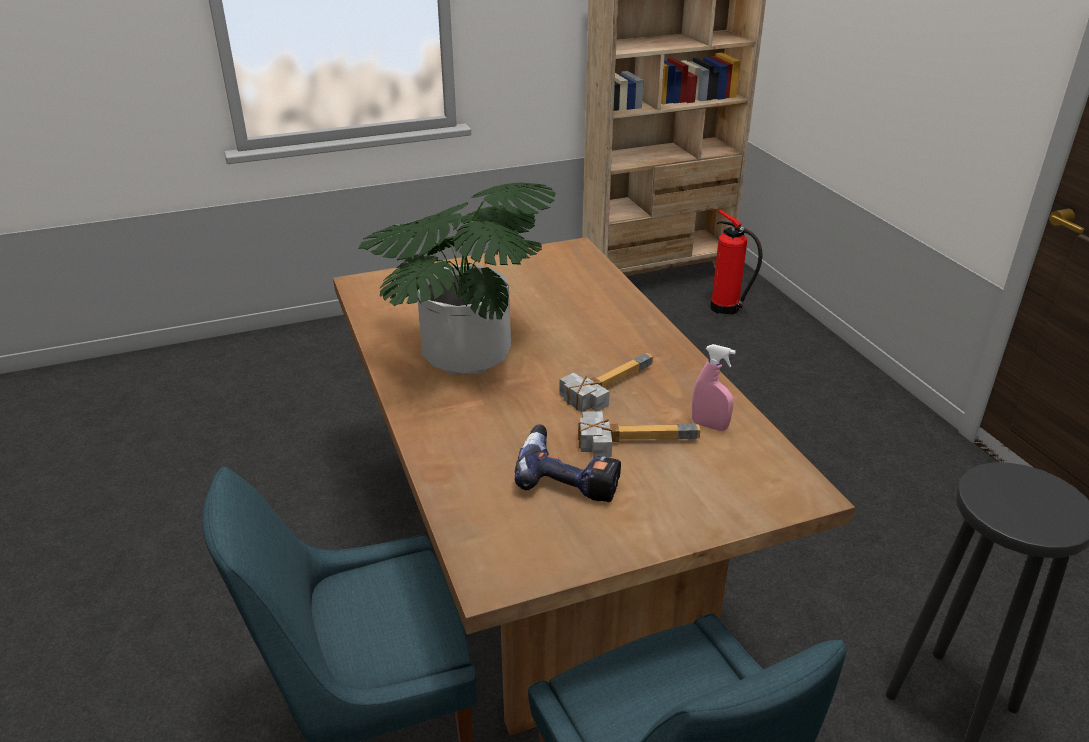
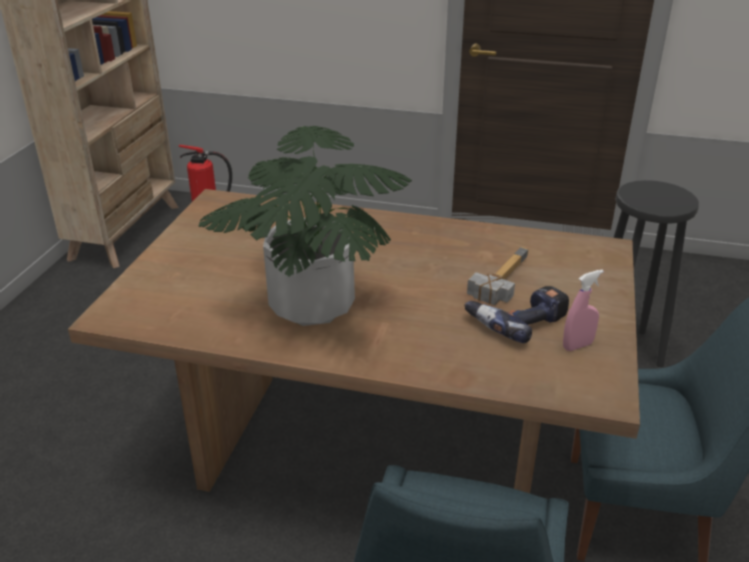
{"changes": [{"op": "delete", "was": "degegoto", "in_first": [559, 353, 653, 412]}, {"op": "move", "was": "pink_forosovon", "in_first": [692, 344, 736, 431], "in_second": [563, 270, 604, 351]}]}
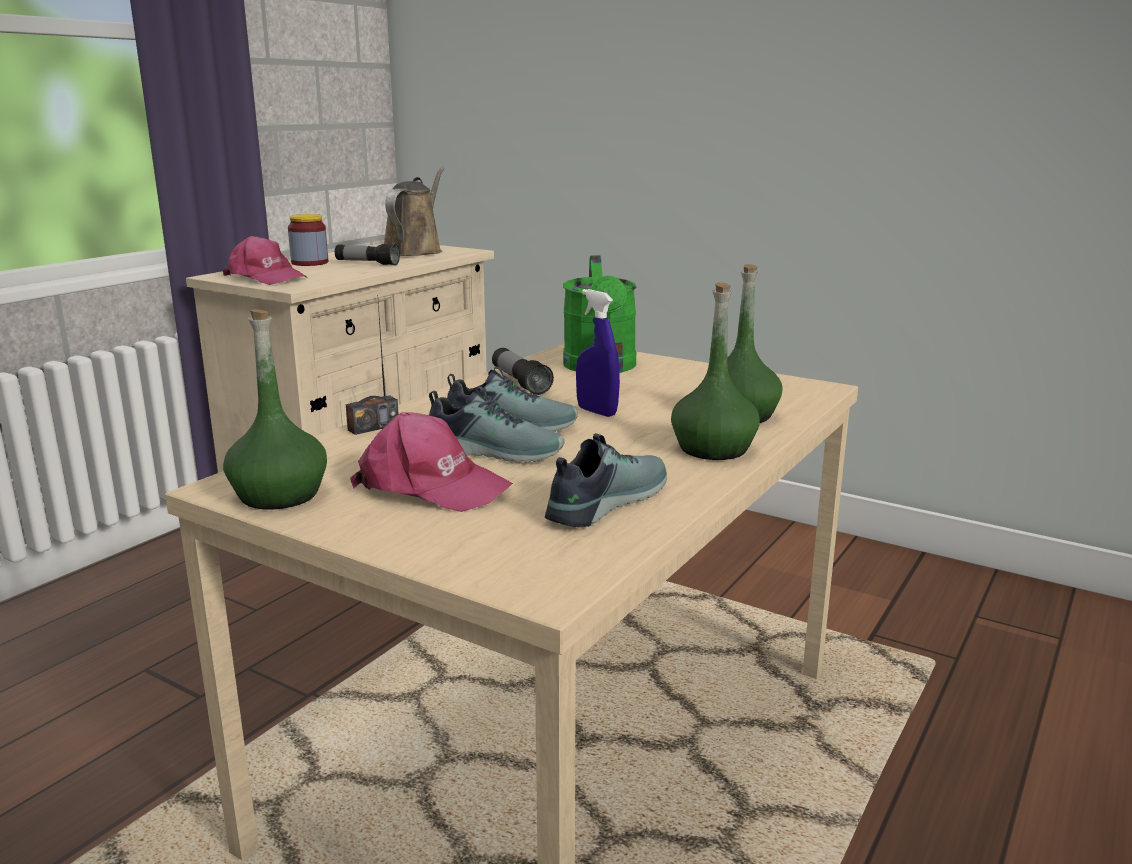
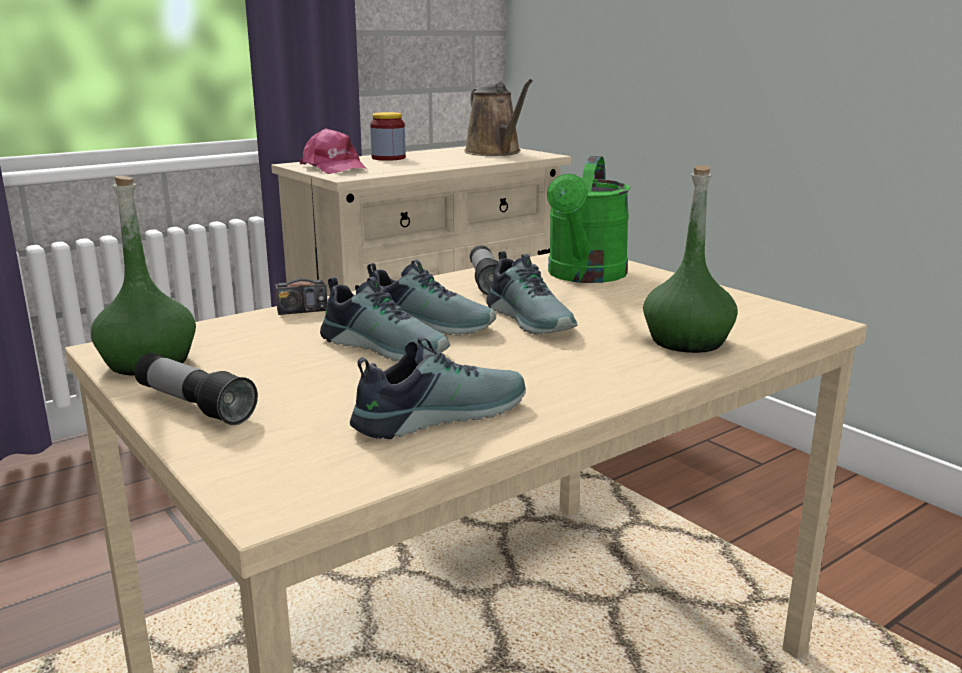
{"changes": [{"op": "move", "was": "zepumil", "in_first": [335, 244, 400, 265], "in_second": [134, 353, 258, 425]}, {"op": "delete", "was": "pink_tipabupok", "in_first": [350, 412, 513, 512]}, {"op": "rotate", "was": "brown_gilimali", "in_first": [384, 167, 444, 256], "in_second": [464, 79, 533, 156], "clockwise": 120}, {"op": "replace", "was": "blue_forosovon", "now": "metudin", "in_first": [576, 289, 620, 417], "in_second": [486, 251, 577, 334]}, {"op": "delete", "was": "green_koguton", "in_first": [671, 282, 760, 460]}]}
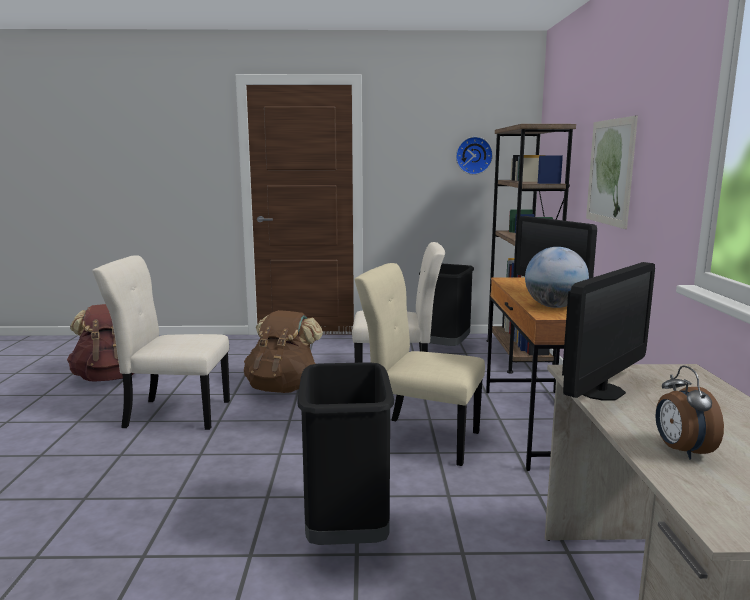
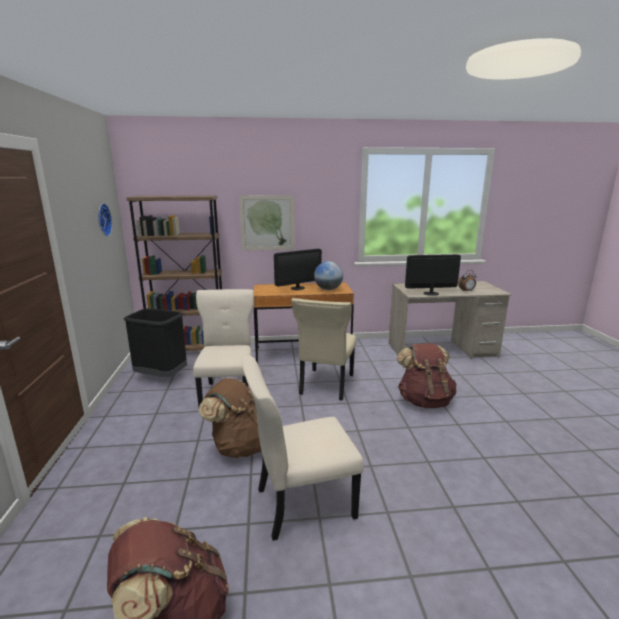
{"changes": [{"op": "rotate", "was": "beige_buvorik", "in_first": [92, 255, 230, 430], "in_second": [242, 355, 364, 541], "clockwise": 75}, {"op": "replace", "was": "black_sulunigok", "now": "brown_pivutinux", "in_first": [297, 362, 394, 545], "in_second": [397, 343, 457, 408]}, {"op": "rotate", "was": "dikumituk", "in_first": [562, 262, 655, 401], "in_second": [405, 254, 461, 296], "clockwise": -45}]}
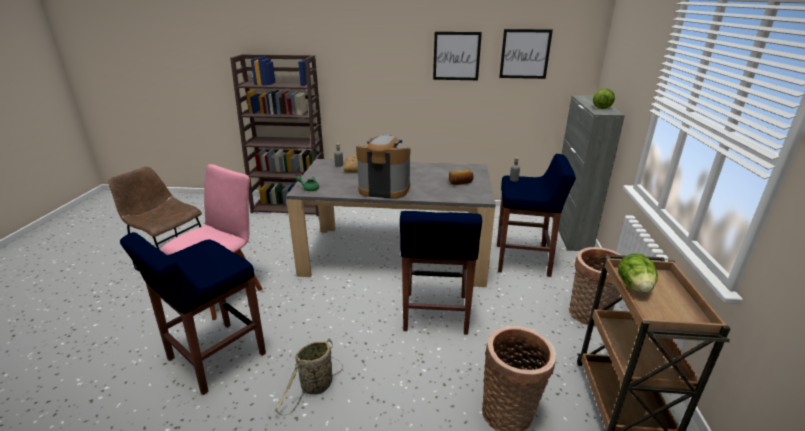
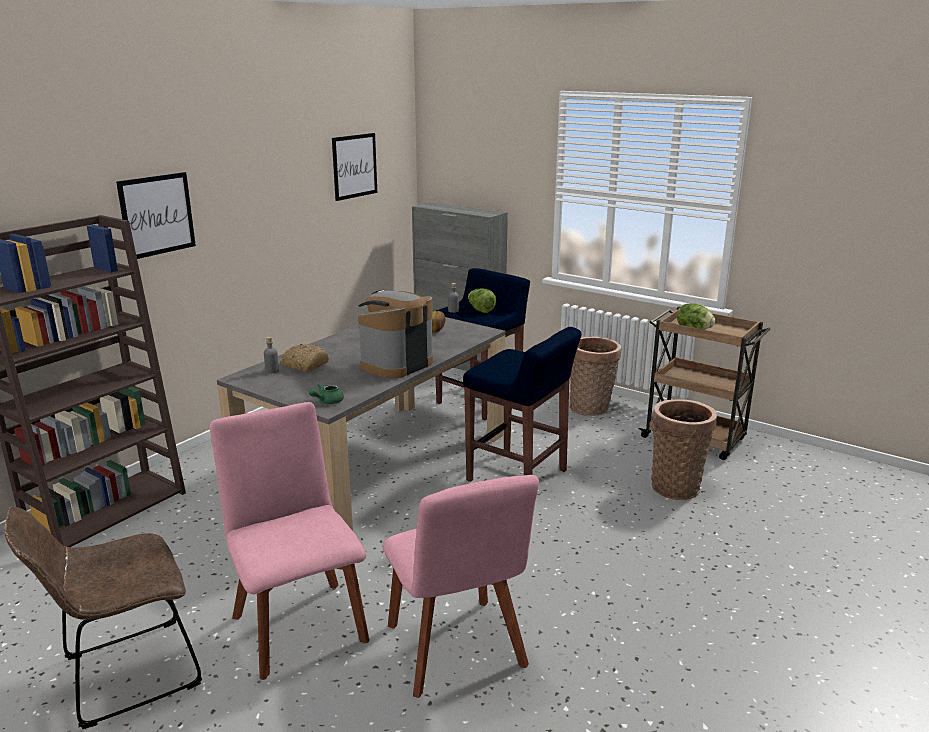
{"changes": [{"op": "replace", "was": "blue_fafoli", "now": "pink_buvorik", "in_first": [120, 232, 266, 395], "in_second": [382, 475, 539, 698]}, {"op": "delete", "was": "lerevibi", "in_first": [275, 338, 343, 416]}, {"op": "move", "was": "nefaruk", "in_first": [433, 32, 482, 80], "in_second": [116, 172, 196, 259]}, {"op": "move", "was": "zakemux", "in_first": [593, 88, 615, 109], "in_second": [468, 289, 496, 313]}]}
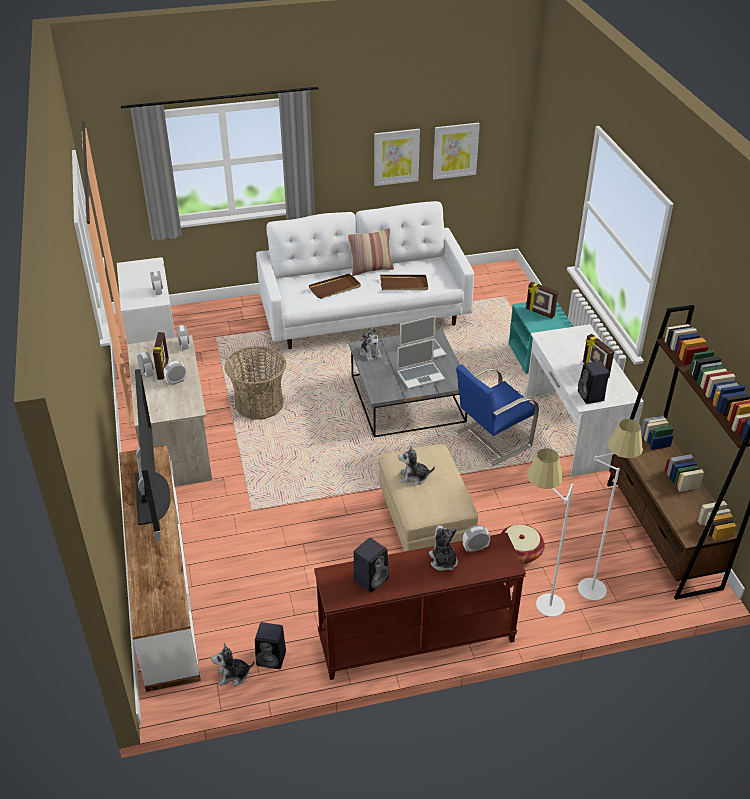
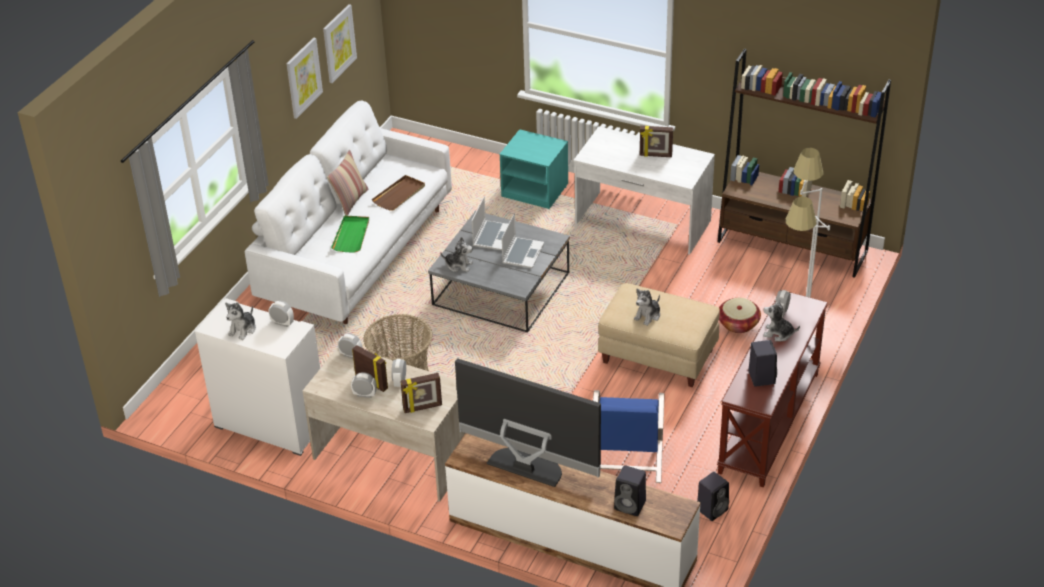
{"changes": [{"op": "move", "was": "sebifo", "in_first": [211, 643, 255, 686], "in_second": [225, 302, 256, 340]}, {"op": "recolor", "was": "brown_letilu", "now": "green_letilu", "in_first": [309, 273, 361, 299], "in_second": [331, 216, 369, 252]}, {"op": "move", "was": "blue_buvorik", "in_first": [455, 364, 539, 466], "in_second": [593, 390, 665, 483]}, {"op": "move", "was": "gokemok", "in_first": [526, 282, 558, 318], "in_second": [400, 373, 442, 413]}, {"op": "move", "was": "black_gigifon", "in_first": [578, 361, 609, 404], "in_second": [614, 465, 646, 516]}]}
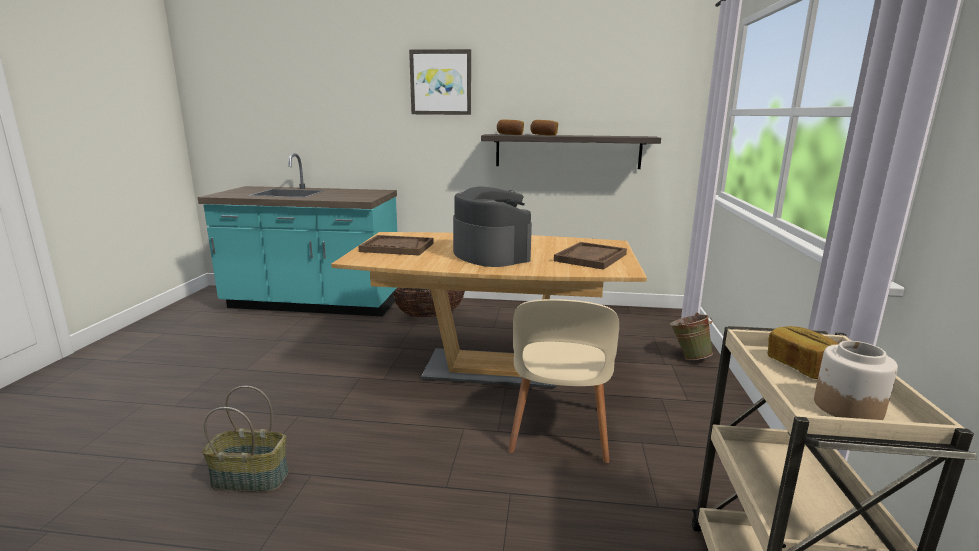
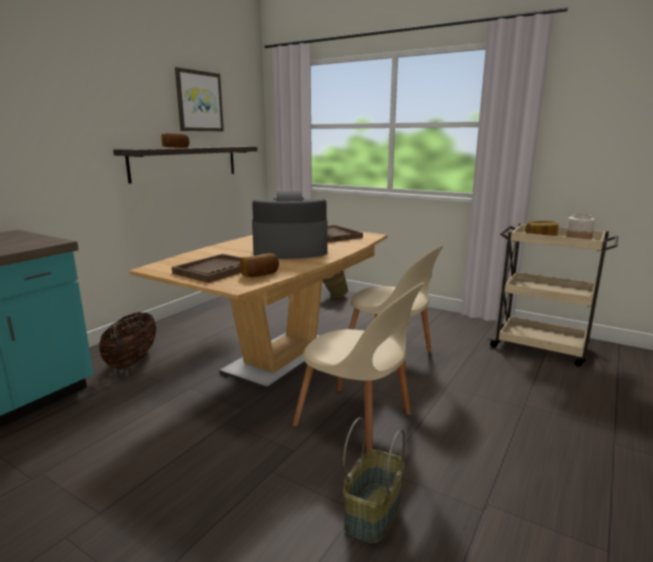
{"changes": [{"op": "move", "was": "nefaruk", "in_first": [409, 49, 471, 115], "in_second": [175, 67, 224, 131]}, {"op": "move", "was": "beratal", "in_first": [497, 119, 524, 135], "in_second": [240, 253, 279, 277]}, {"op": "insert", "now": "beige_buvorik", "in_second": [292, 283, 424, 453]}]}
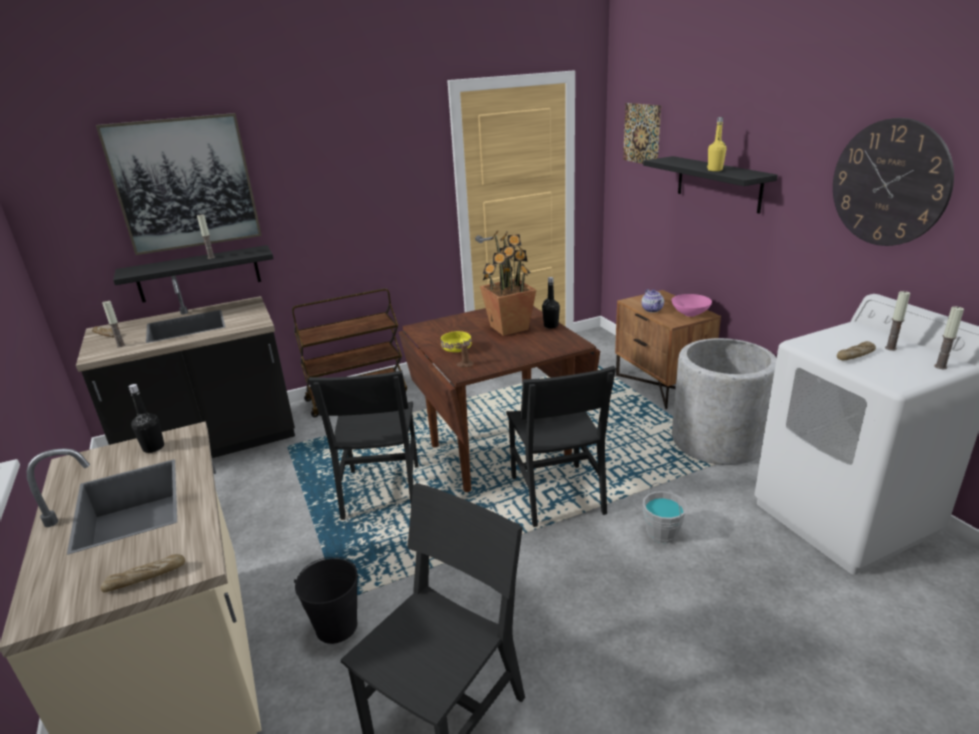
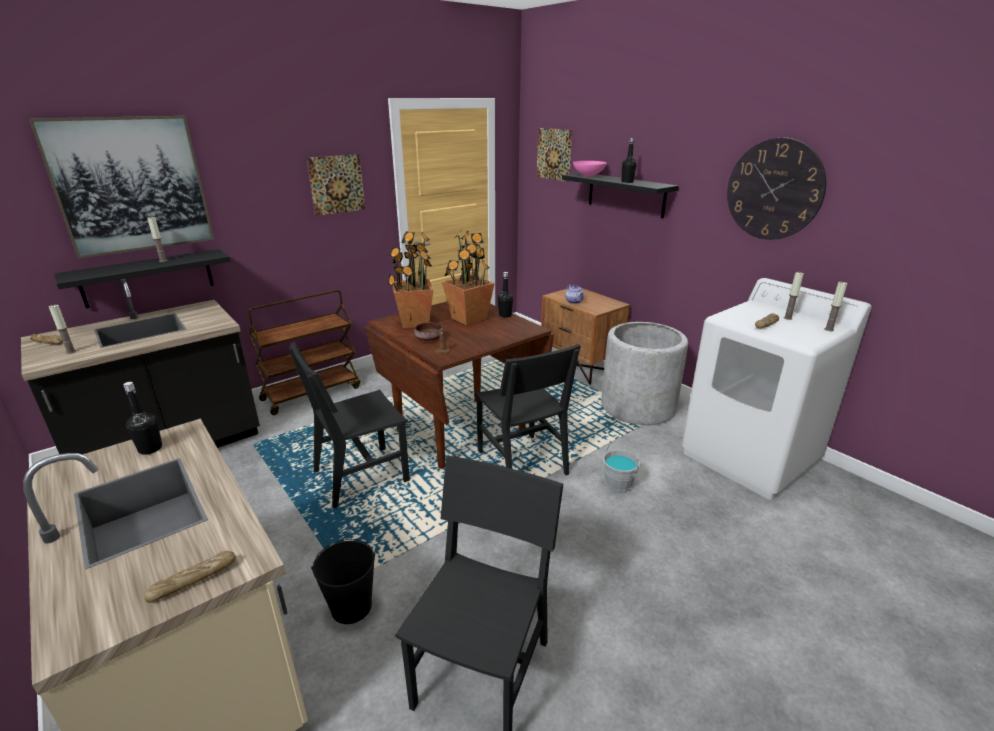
{"changes": [{"op": "rotate", "was": "black_buvorik", "in_first": [309, 370, 418, 520], "in_second": [288, 342, 410, 509], "clockwise": 75}, {"op": "recolor", "was": "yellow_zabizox", "now": "brown_zabizox", "in_first": [441, 331, 472, 352], "in_second": [414, 322, 443, 341]}, {"op": "move", "was": "pink_zabizox", "in_first": [671, 294, 712, 317], "in_second": [573, 161, 607, 177]}, {"op": "recolor", "was": "yellow_koguton", "now": "black_koguton", "in_first": [707, 117, 727, 171], "in_second": [621, 138, 637, 183]}, {"op": "insert", "now": "nefaruk", "in_second": [307, 154, 365, 216]}, {"op": "insert", "now": "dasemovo", "in_second": [388, 231, 434, 328]}]}
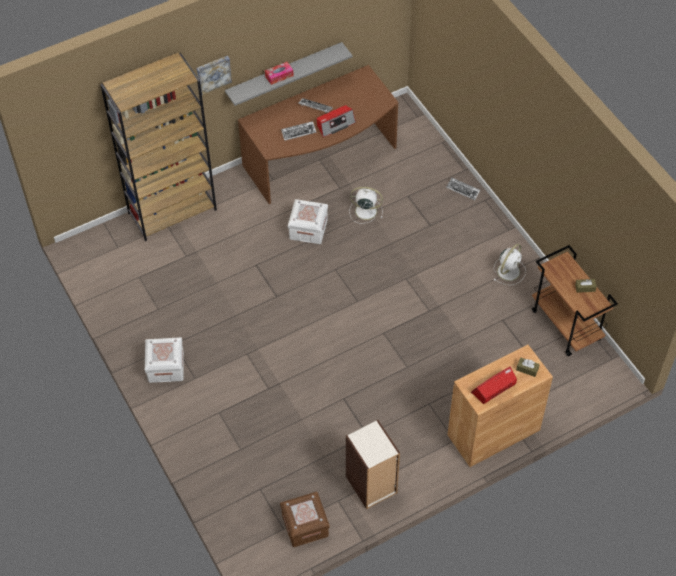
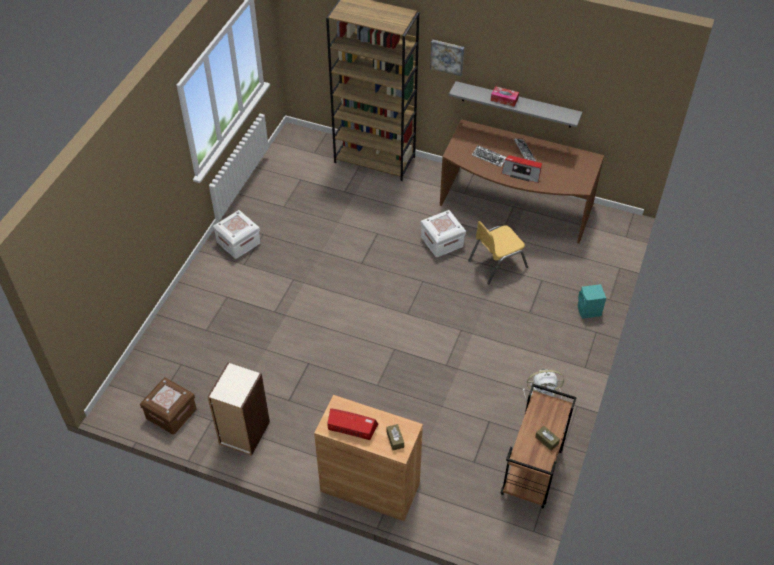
{"changes": [{"op": "replace", "was": "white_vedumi", "now": "yellow_buvorik", "in_first": [349, 187, 383, 224], "in_second": [468, 221, 528, 284]}, {"op": "replace", "was": "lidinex", "now": "turquoise_gigifon", "in_first": [446, 177, 480, 200], "in_second": [578, 284, 606, 319]}]}
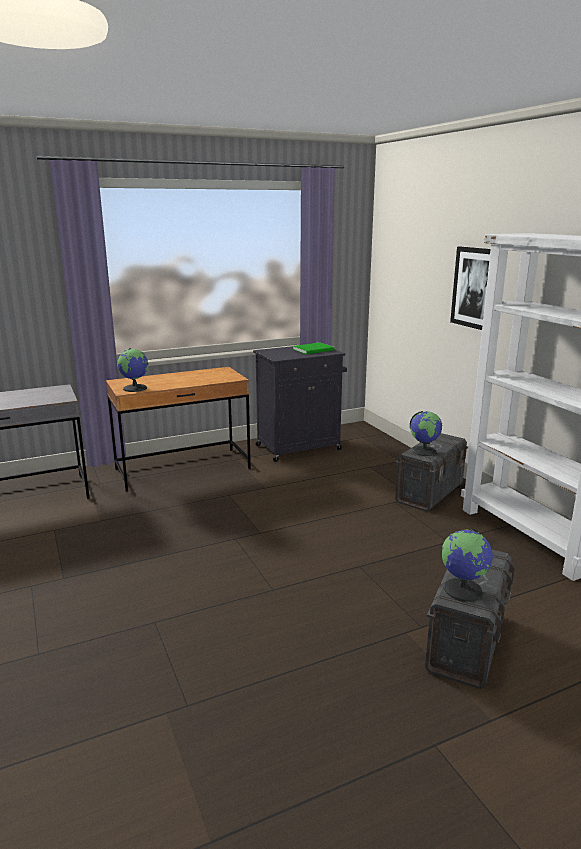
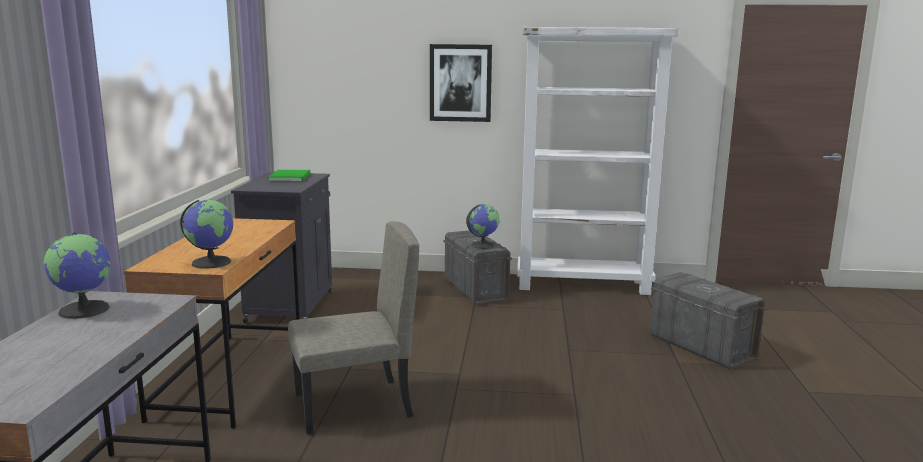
{"changes": [{"op": "move", "was": "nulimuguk", "in_first": [442, 529, 493, 602], "in_second": [44, 232, 111, 319]}, {"op": "insert", "now": "beige_buvorik", "in_second": [288, 221, 419, 434]}]}
